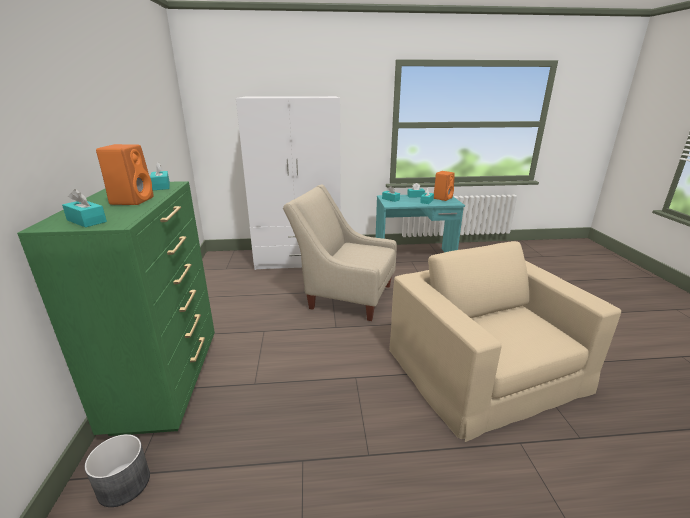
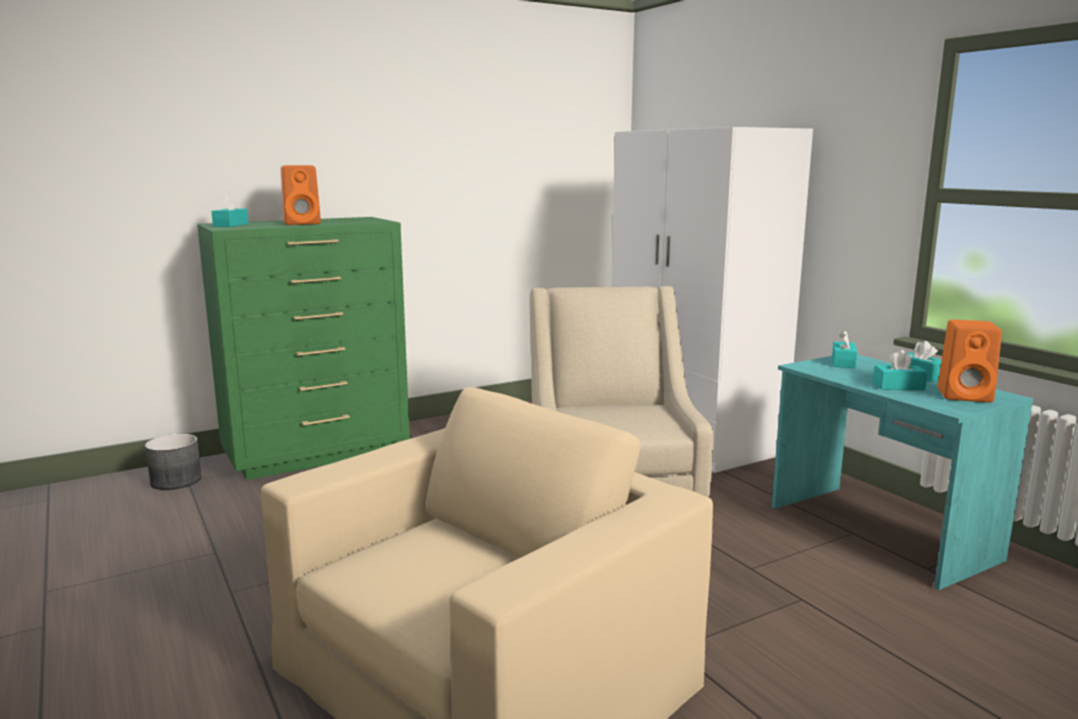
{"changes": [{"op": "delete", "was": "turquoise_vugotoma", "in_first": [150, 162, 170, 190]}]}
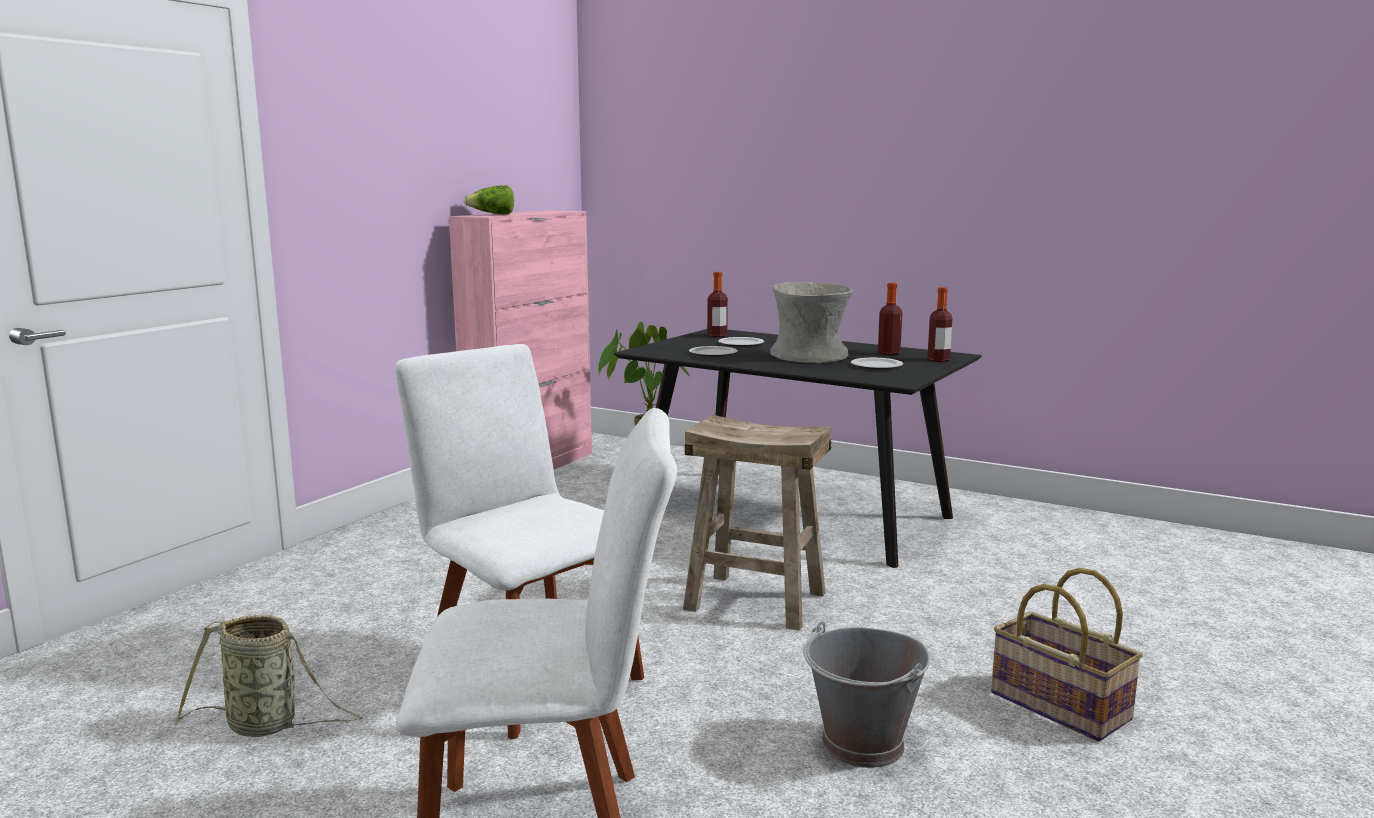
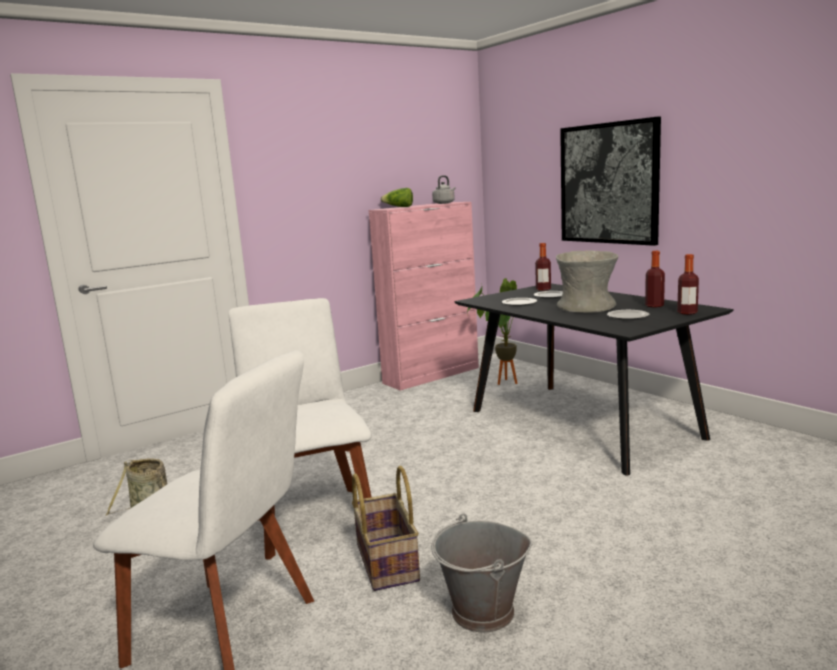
{"changes": [{"op": "delete", "was": "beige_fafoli", "in_first": [683, 415, 832, 631]}, {"op": "move", "was": "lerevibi", "in_first": [991, 568, 1143, 742], "in_second": [352, 466, 420, 591]}, {"op": "insert", "now": "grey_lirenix", "in_second": [432, 175, 455, 204]}, {"op": "insert", "now": "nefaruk", "in_second": [560, 117, 661, 246]}]}
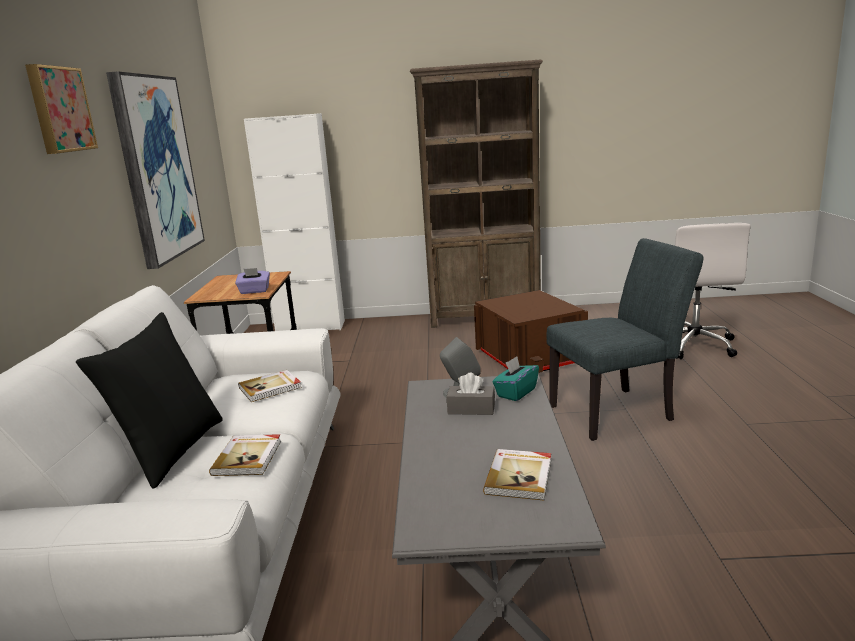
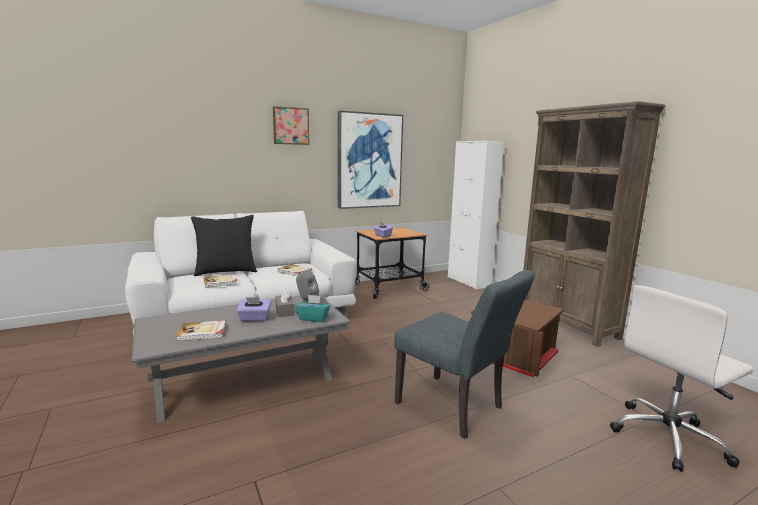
{"changes": [{"op": "insert", "now": "purple_vugotoma", "in_second": [237, 297, 271, 321]}]}
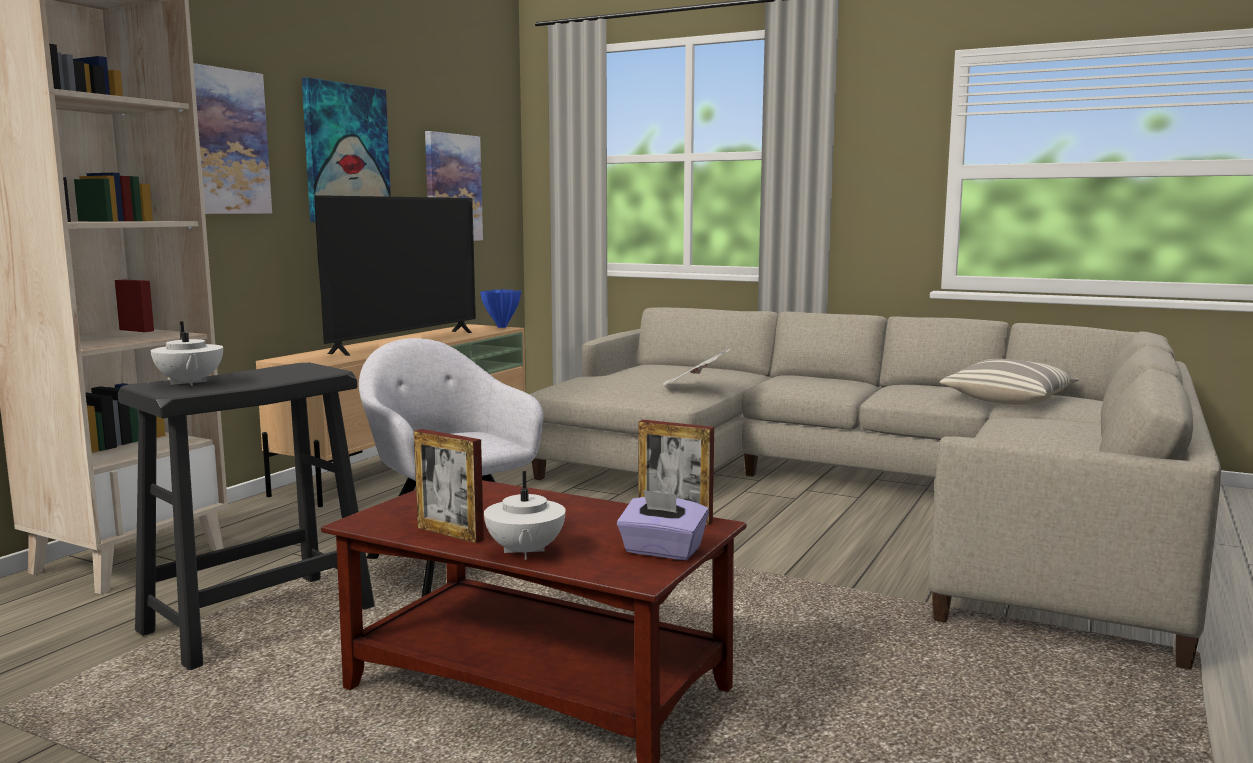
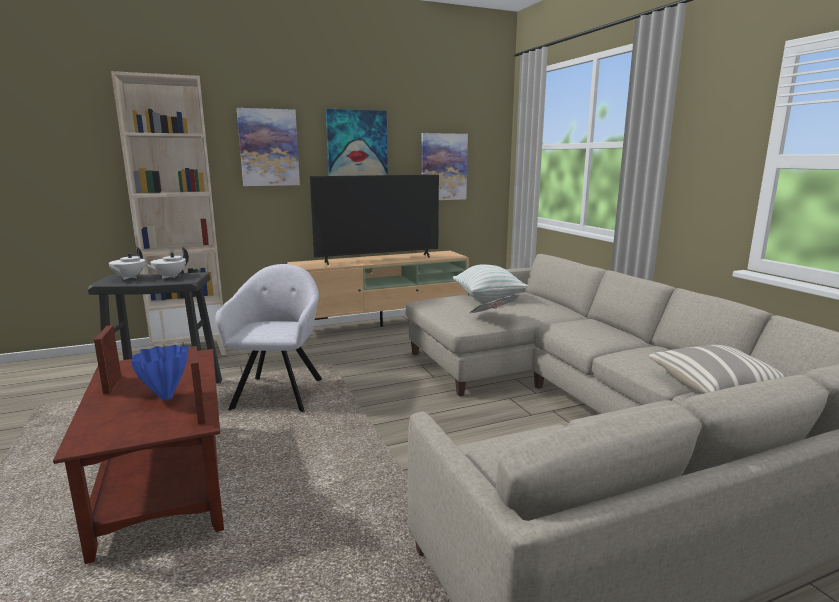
{"changes": [{"op": "move", "was": "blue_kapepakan", "in_first": [480, 289, 521, 328], "in_second": [131, 345, 188, 400]}, {"op": "move", "was": "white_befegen", "in_first": [484, 471, 566, 560], "in_second": [144, 247, 189, 279]}, {"op": "delete", "was": "purple_vugotoma", "in_first": [617, 490, 709, 560]}, {"op": "insert", "now": "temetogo", "in_second": [452, 264, 528, 301]}]}
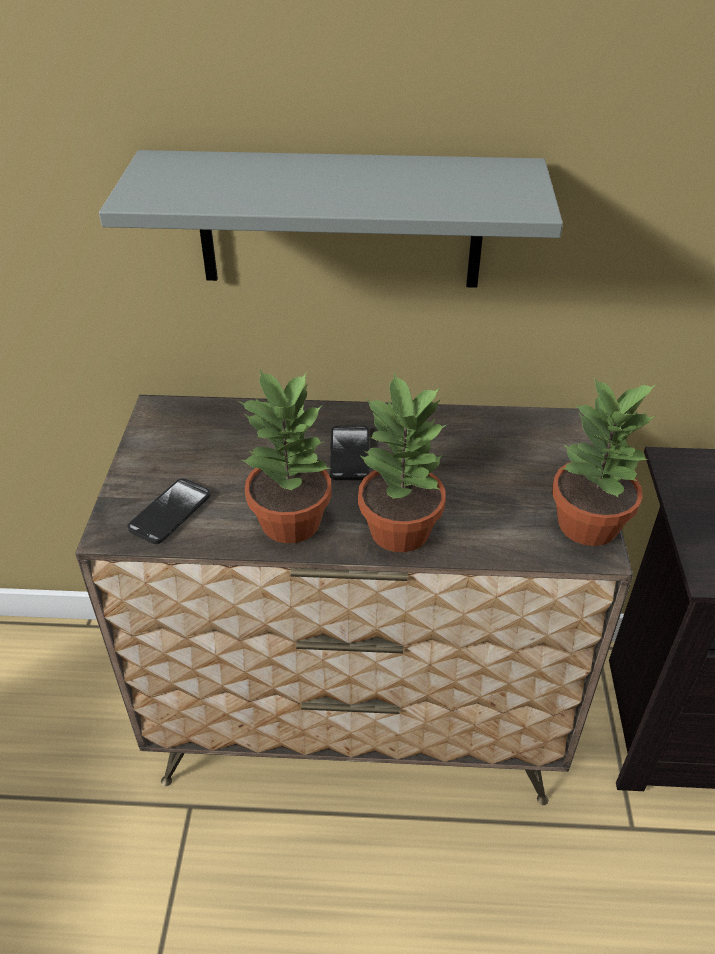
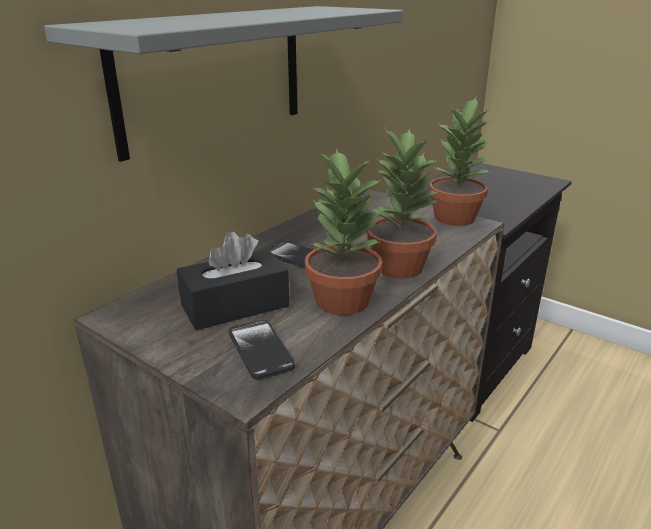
{"changes": [{"op": "insert", "now": "black_vugotoma", "in_second": [177, 231, 289, 330]}]}
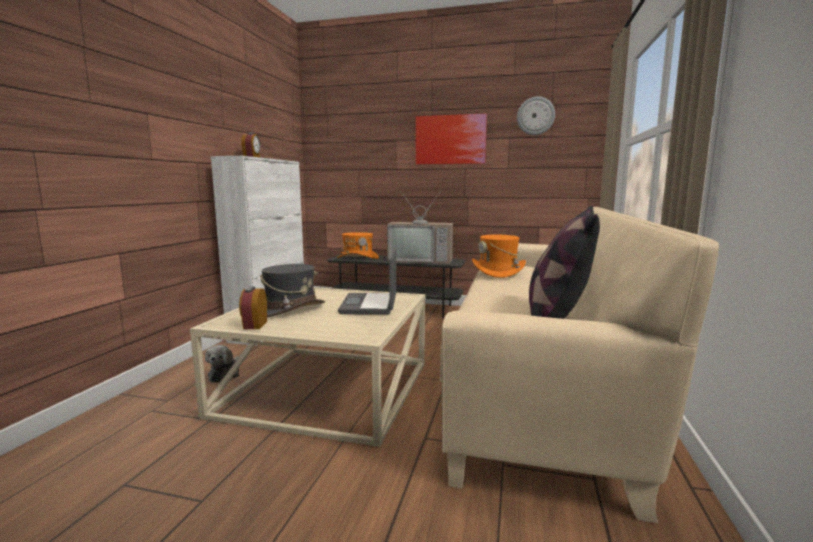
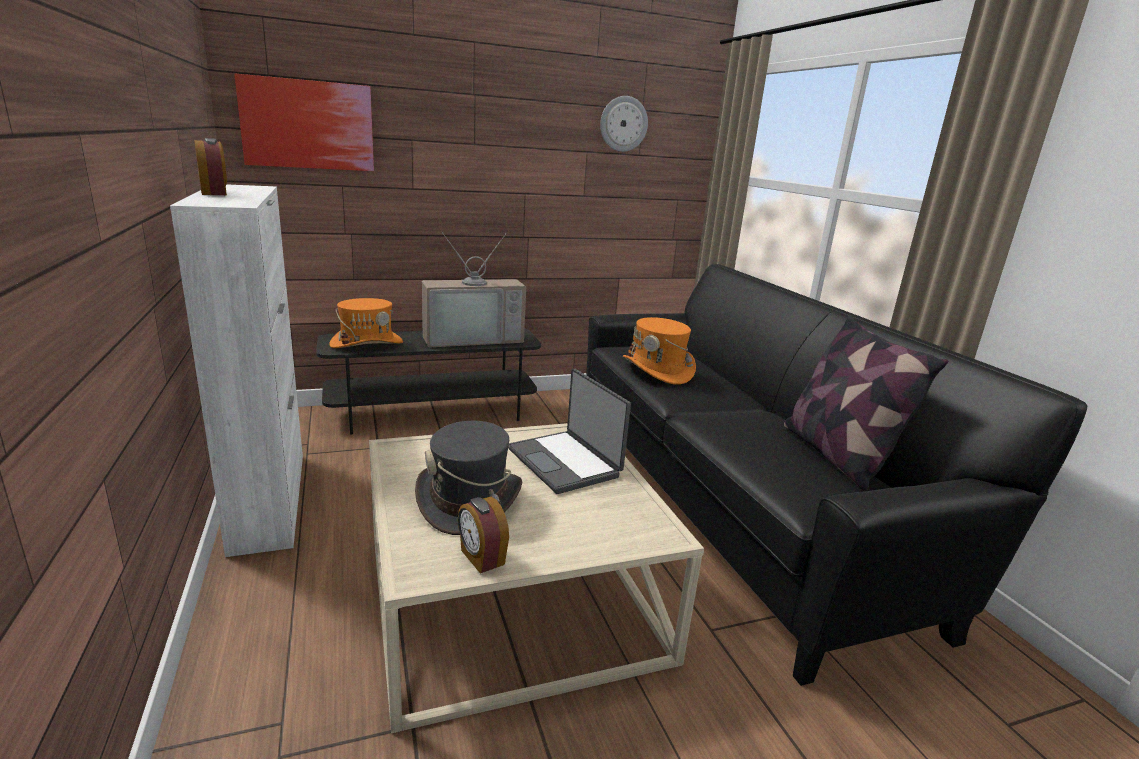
{"changes": [{"op": "delete", "was": "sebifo", "in_first": [205, 345, 239, 383]}, {"op": "move", "was": "nefaruk", "in_first": [416, 113, 487, 164], "in_second": [234, 73, 374, 171]}, {"op": "recolor", "was": "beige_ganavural", "now": "black_ganavural", "in_first": [440, 207, 719, 523], "in_second": [586, 264, 1087, 686]}]}
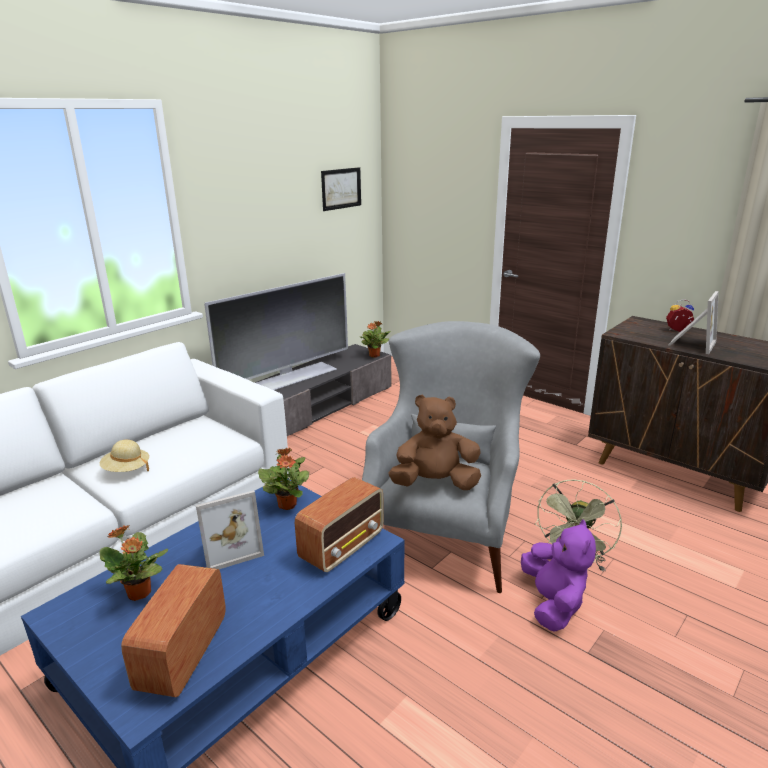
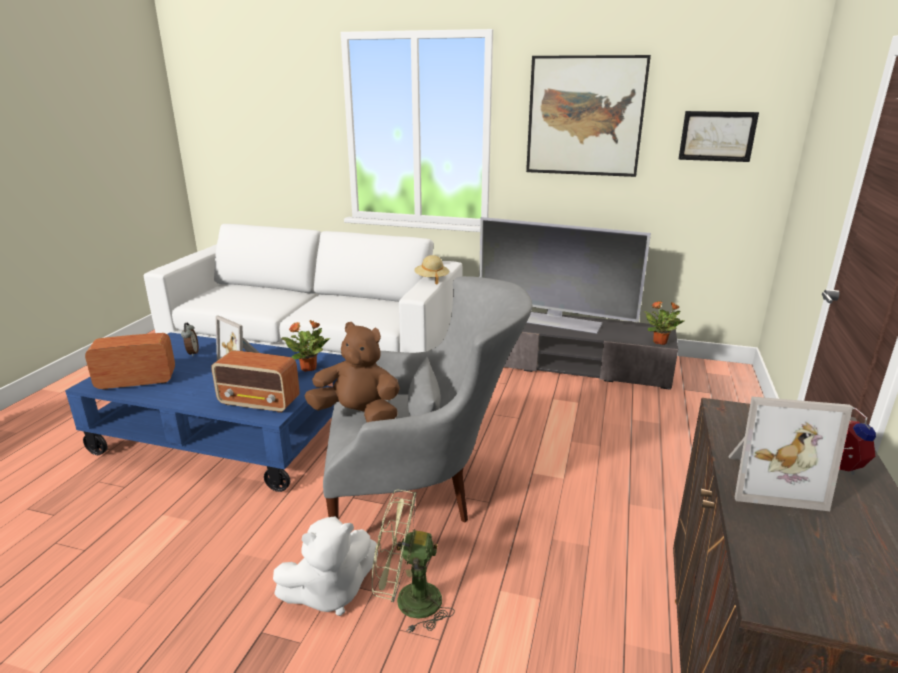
{"changes": [{"op": "move", "was": "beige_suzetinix", "in_first": [100, 440, 149, 472], "in_second": [414, 255, 449, 285]}, {"op": "replace", "was": "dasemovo", "now": "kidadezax", "in_first": [100, 525, 168, 601], "in_second": [181, 323, 199, 356]}, {"op": "rotate", "was": "brown_sebifo", "in_first": [389, 395, 481, 490], "in_second": [304, 322, 400, 422], "clockwise": -45}, {"op": "recolor", "was": "purple_sebifo", "now": "white_sebifo", "in_first": [521, 519, 596, 632], "in_second": [273, 517, 378, 616]}, {"op": "insert", "now": "nefaruk", "in_second": [526, 55, 651, 177]}]}
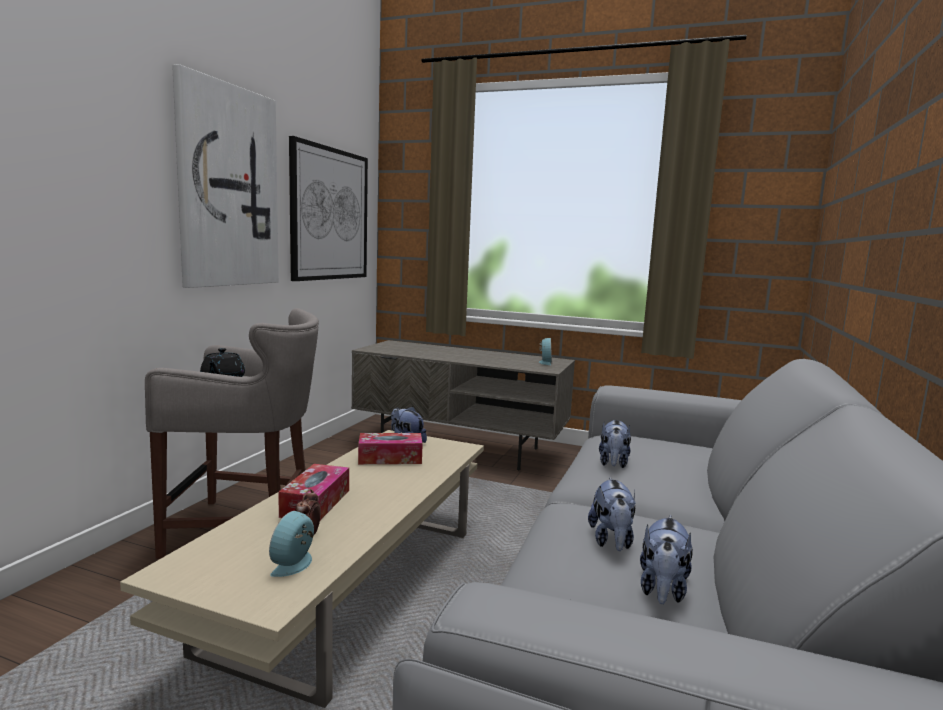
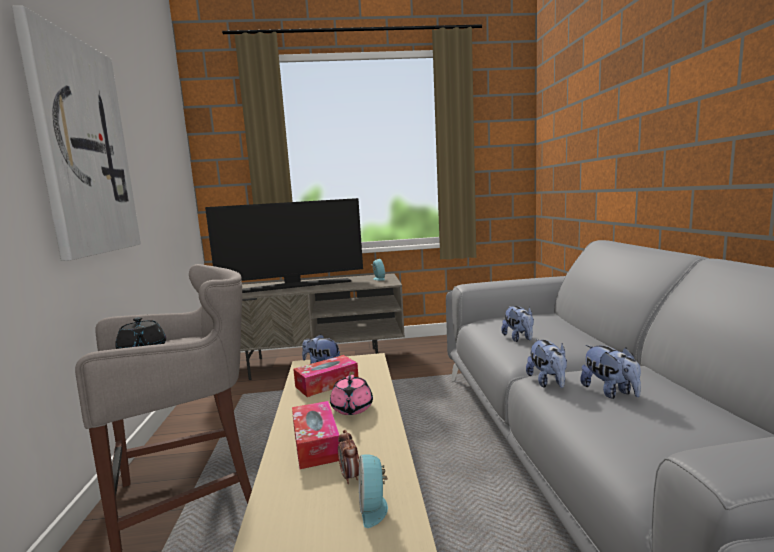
{"changes": [{"op": "delete", "was": "nefaruk", "in_first": [289, 136, 368, 281]}, {"op": "move", "was": "sebifo", "in_first": [640, 515, 693, 604], "in_second": [526, 339, 567, 388]}, {"op": "insert", "now": "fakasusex", "in_second": [205, 198, 363, 293]}, {"op": "insert", "now": "pink_befegen", "in_second": [330, 375, 373, 415]}]}
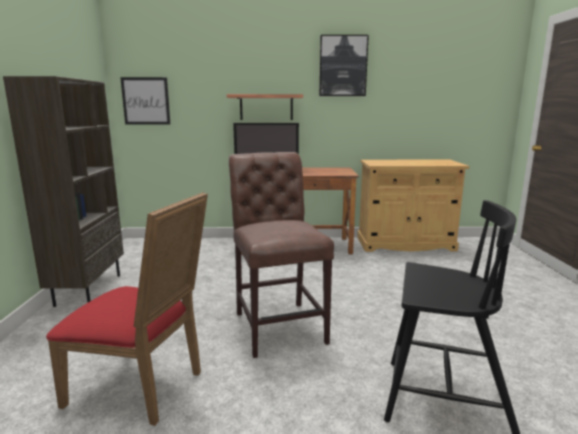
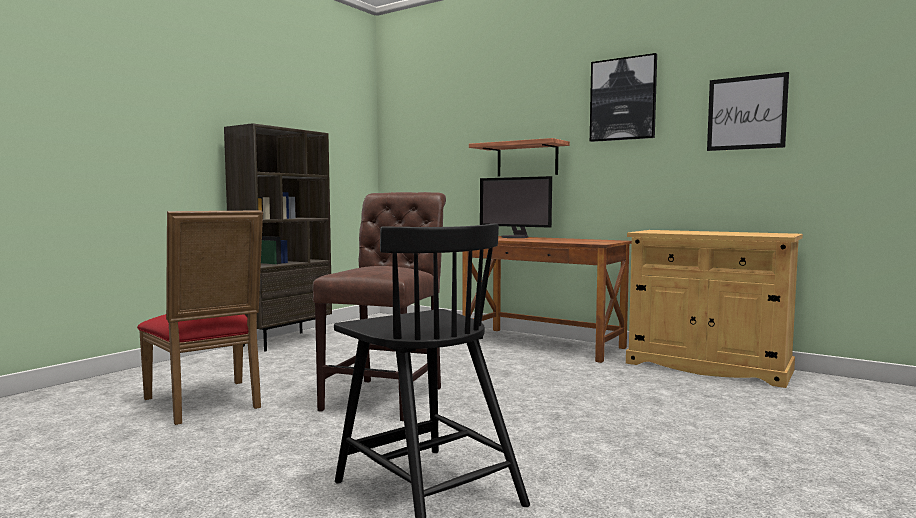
{"changes": [{"op": "move", "was": "nefaruk", "in_first": [120, 77, 170, 125], "in_second": [707, 72, 789, 151]}]}
